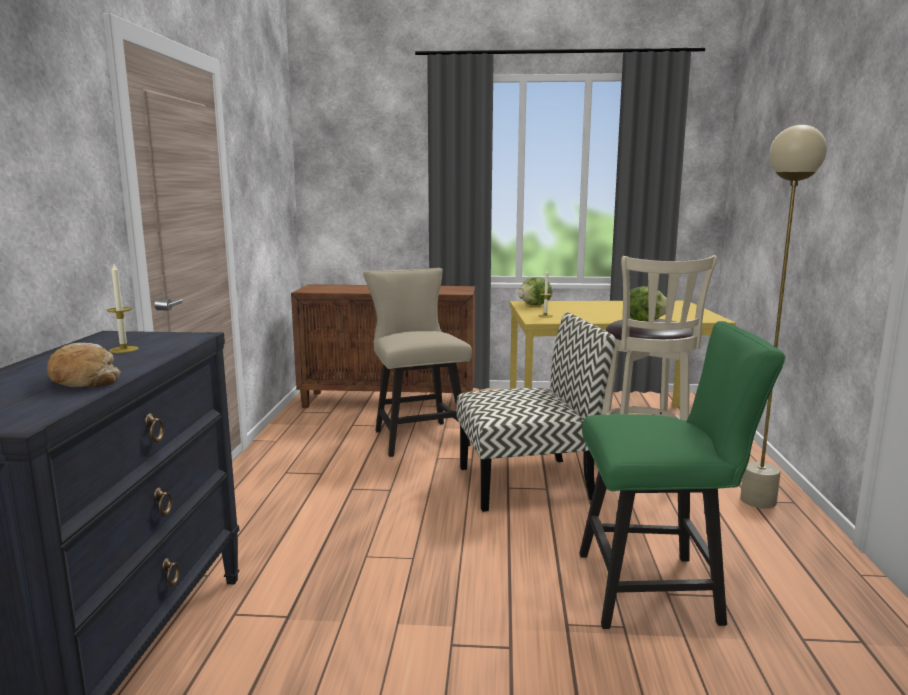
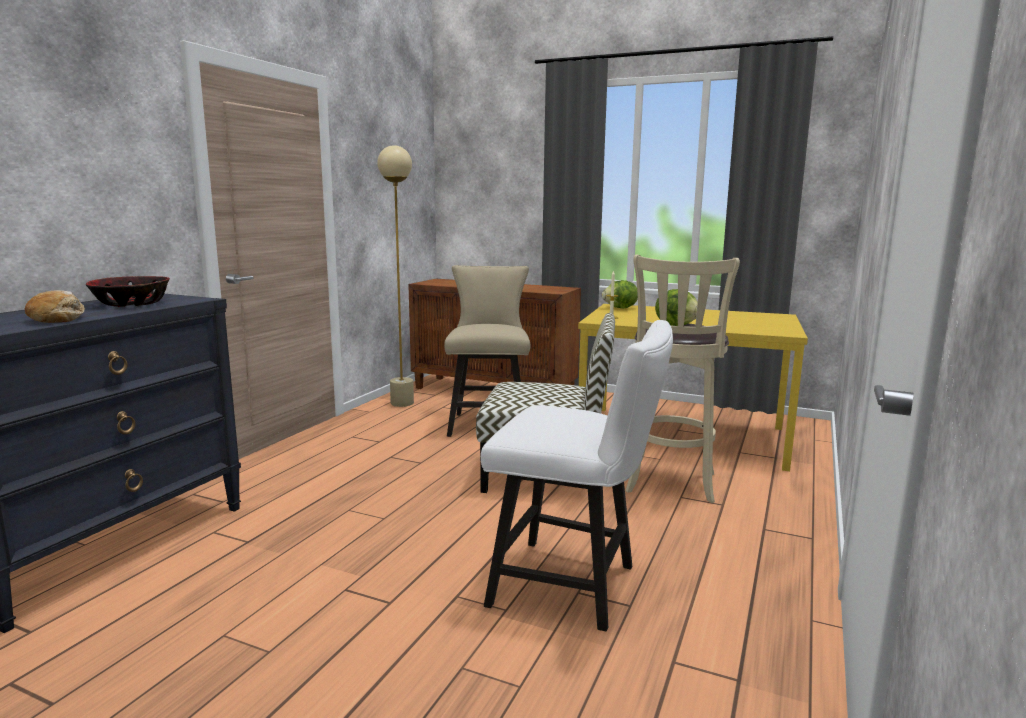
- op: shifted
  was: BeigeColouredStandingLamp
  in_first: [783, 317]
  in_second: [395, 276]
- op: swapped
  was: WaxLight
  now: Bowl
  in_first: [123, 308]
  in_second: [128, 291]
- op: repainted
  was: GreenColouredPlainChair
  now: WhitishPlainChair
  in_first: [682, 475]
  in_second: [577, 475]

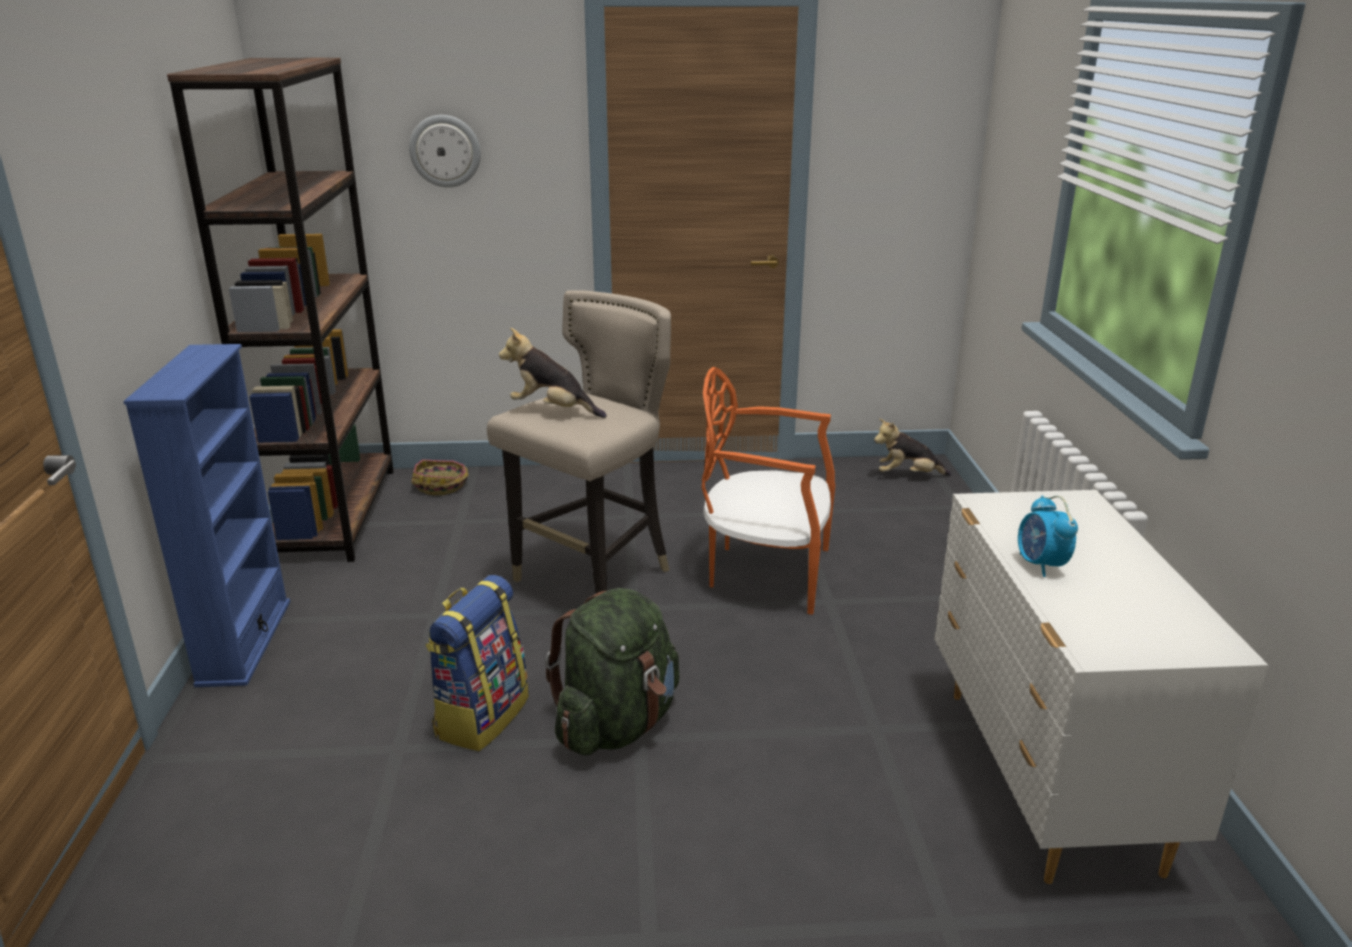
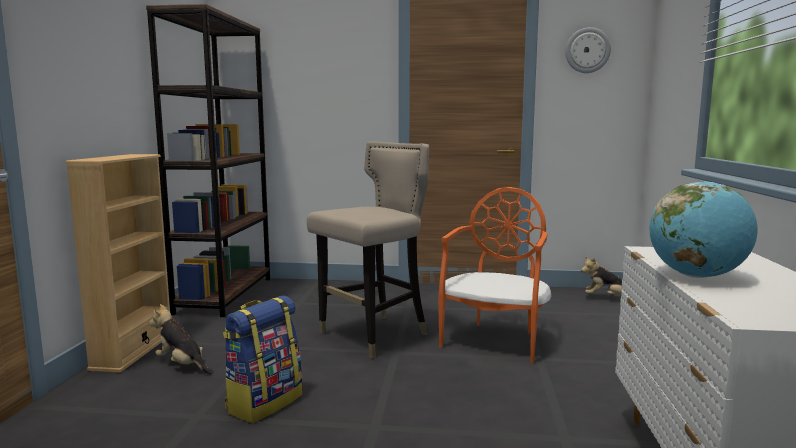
- op: gone
  was: Basket
  in_first: [440, 477]
- op: gone
  was: GreenColouredKnapsack
  in_first: [612, 671]
- op: shifted
  was: ClockOnTheWall
  in_first: [445, 151]
  in_second: [588, 50]
- op: shifted
  was: SoftToy
  in_first: [553, 373]
  in_second: [181, 339]
- op: swapped
  was: BedsideClock
  now: Globe
  in_first: [1048, 536]
  in_second: [704, 229]
- op: repainted
  was: BluishShelvingUnit
  now: BeigeColouredShelvingUnit
  in_first: [206, 515]
  in_second: [117, 263]
- op: rotated
  was: OrangePlainChair
  in_first: [768, 491]
  in_second: [494, 275]
  clockwise: 90

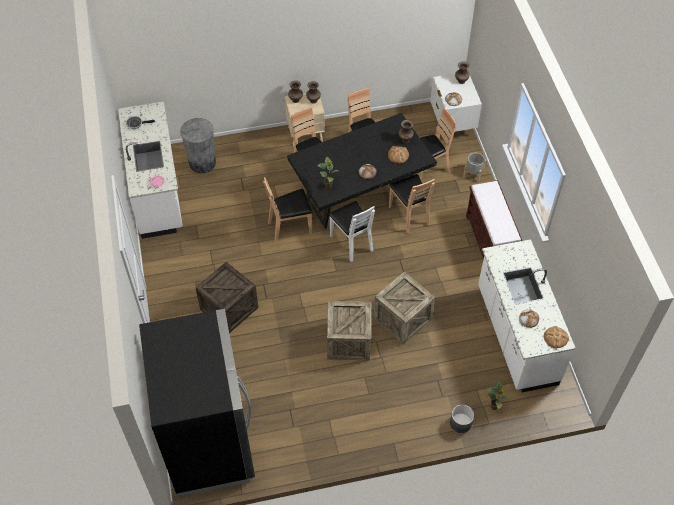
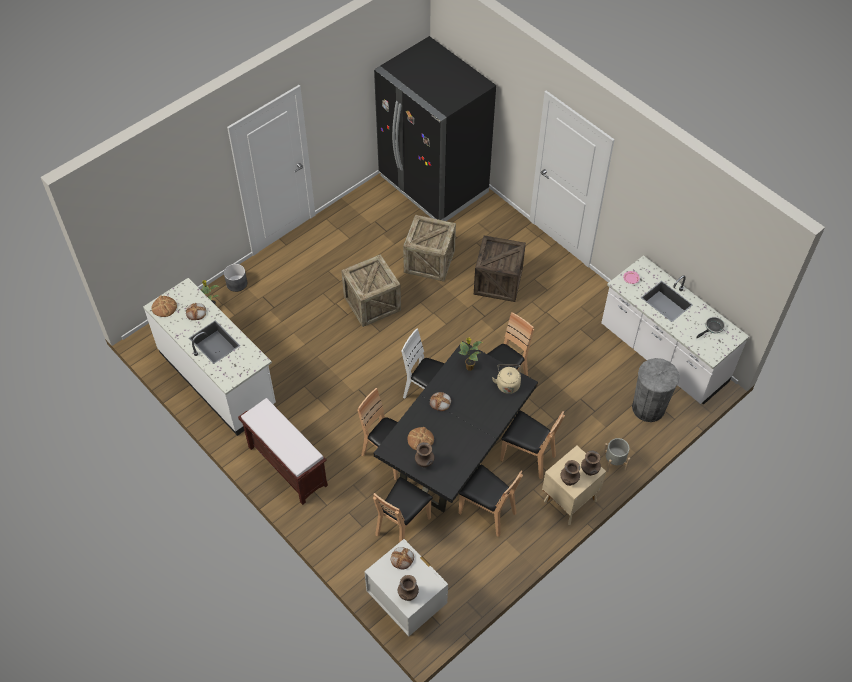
- op: new
  now: BeigeColouredWaterKettle
  in_second: [506, 379]
- op: shifted
  was: PackingCrate
  in_first: [404, 308]
  in_second: [429, 248]
- op: shifted
  was: GreyPlanter
  in_first: [474, 168]
  in_second: [616, 455]

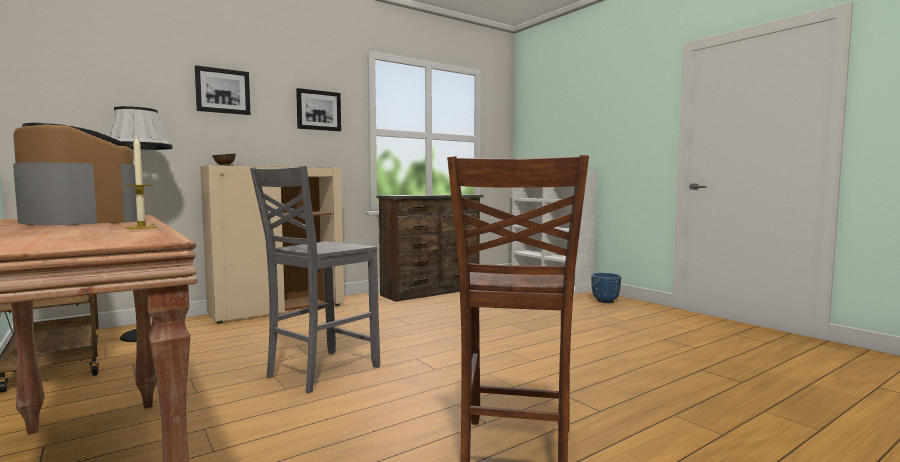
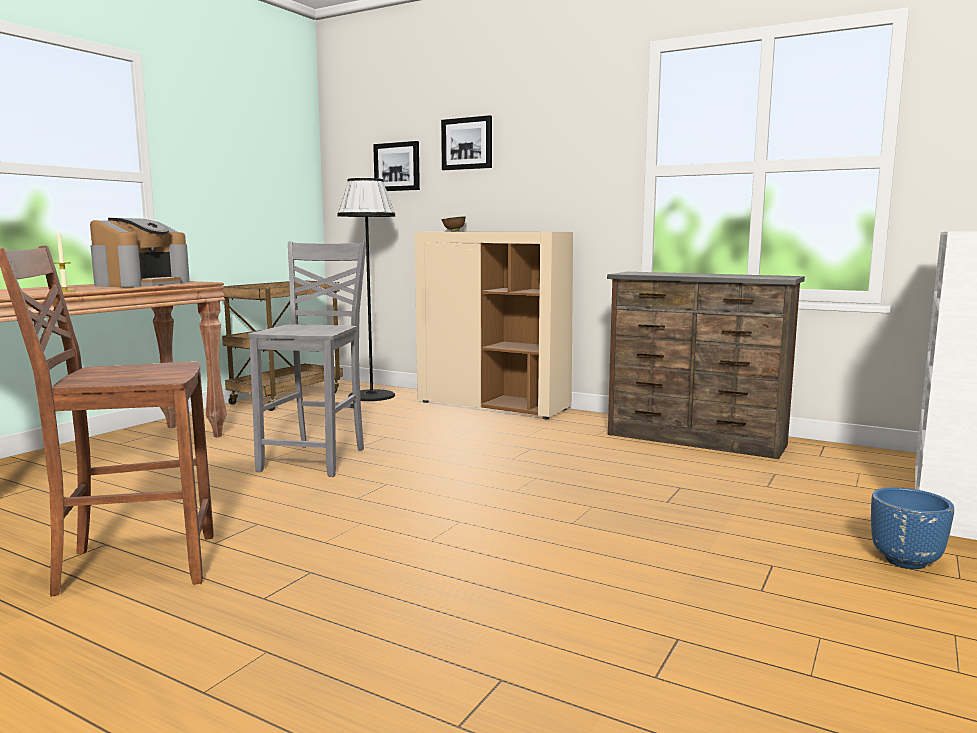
- op: shifted
  was: Picture
  in_first: [318, 109]
  in_second: [396, 166]
- op: rotated
  was: GreyPlainChair
  in_first: [315, 279]
  in_second: [307, 359]
  clockwise: 90

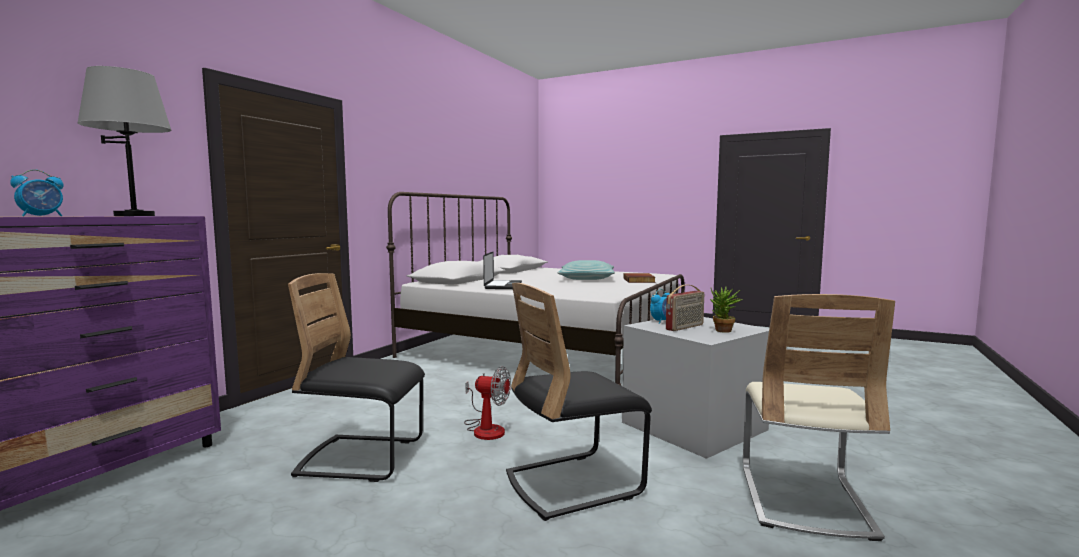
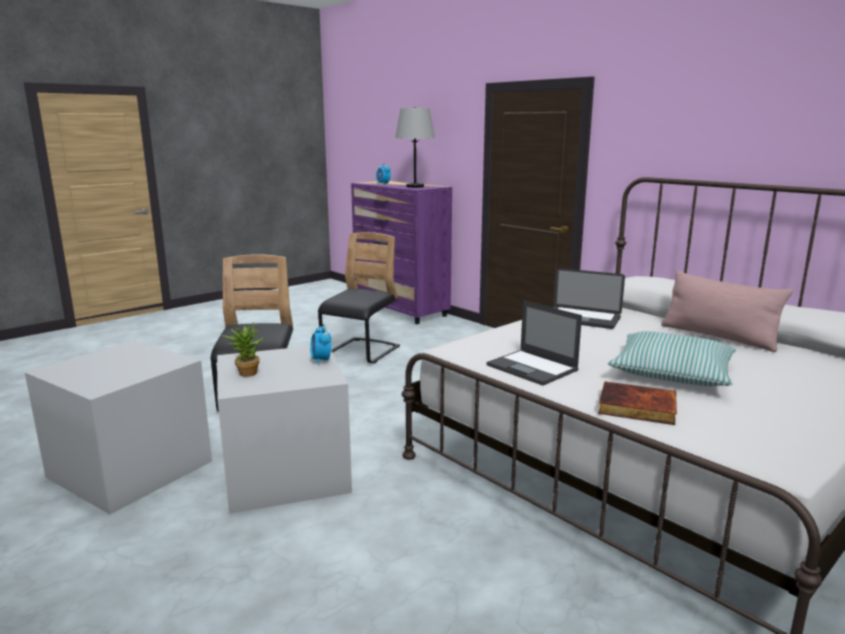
- op: gone
  was: ElectricFan
  in_first: [487, 403]
- op: gone
  was: RadioReceiver
  in_first: [685, 307]
- op: new
  now: Laptop
  in_second: [534, 343]
- op: new
  now: PinkCushion
  in_second: [727, 311]
- op: swapped
  was: BeigeColouredPlainChair
  now: GreyStorageBox
  in_first: [819, 417]
  in_second: [118, 427]

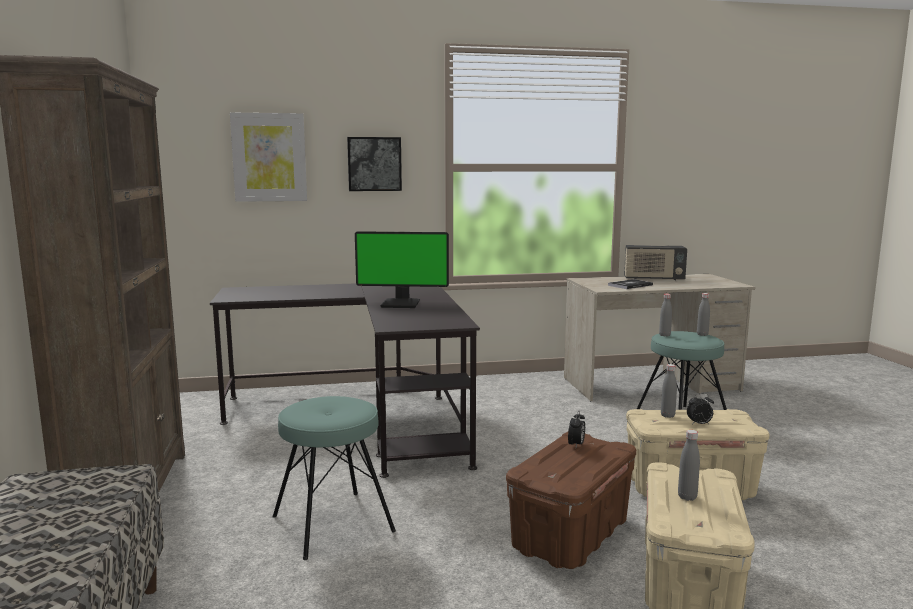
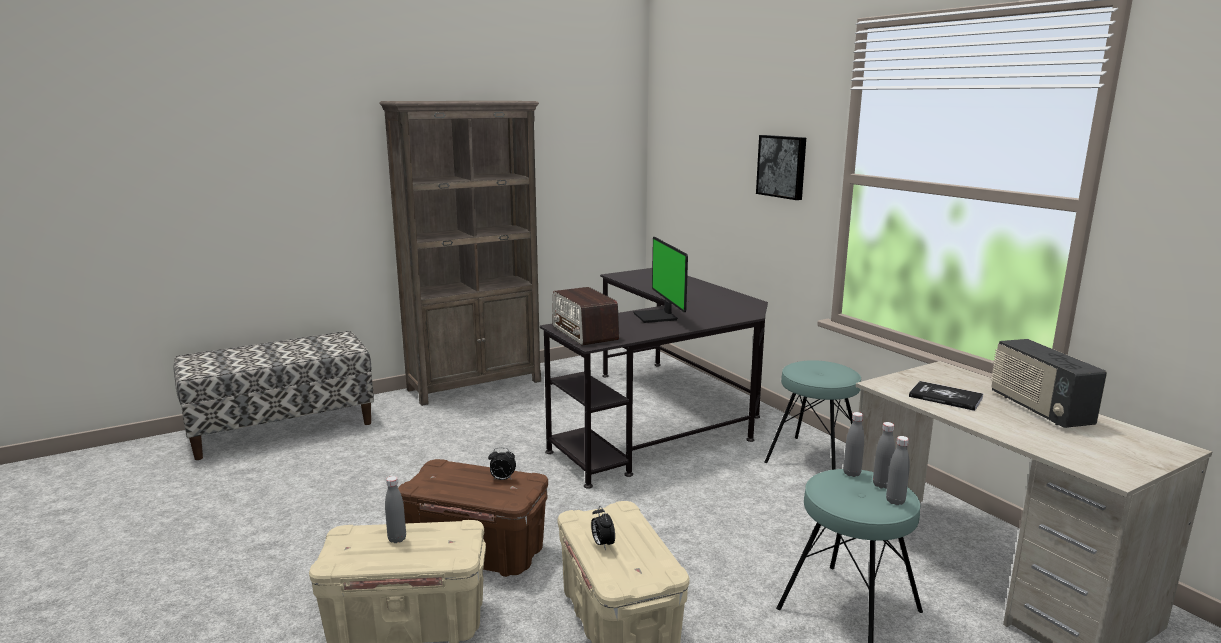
- op: gone
  was: Picture
  in_first: [268, 157]
- op: new
  now: RadioReceiver
  in_second: [585, 316]
- op: shifted
  was: TurquoiseSittingStool
  in_first: [334, 478]
  in_second: [812, 415]
- op: shifted
  was: GreyDrinkBottle
  in_first: [669, 391]
  in_second: [884, 455]

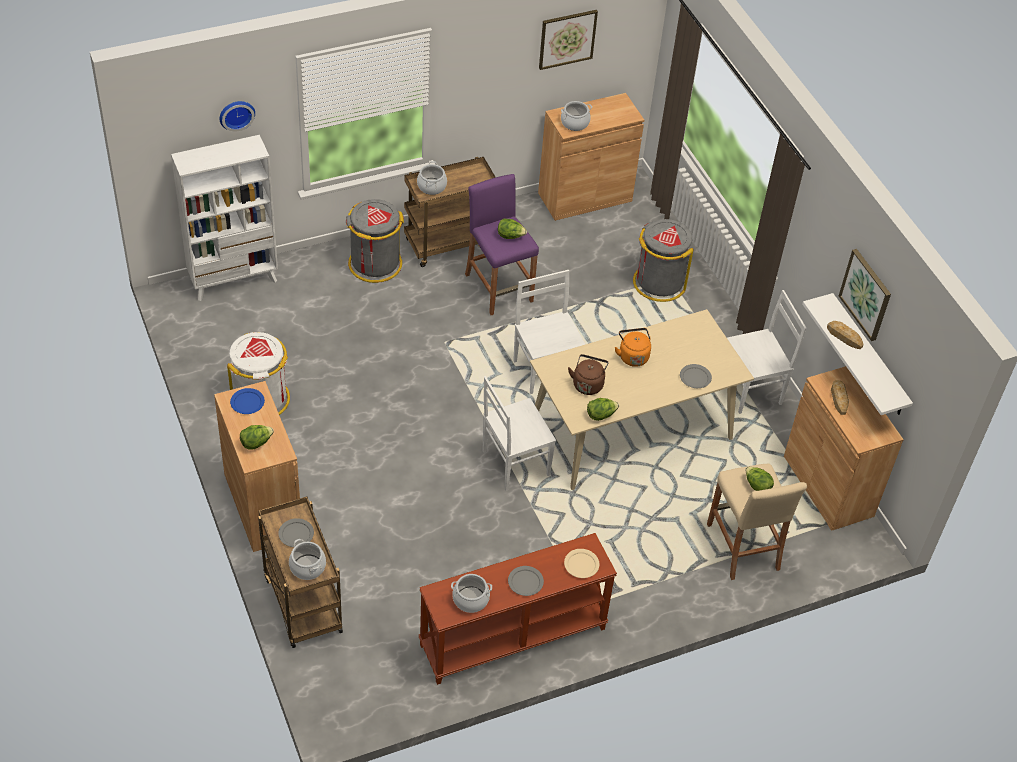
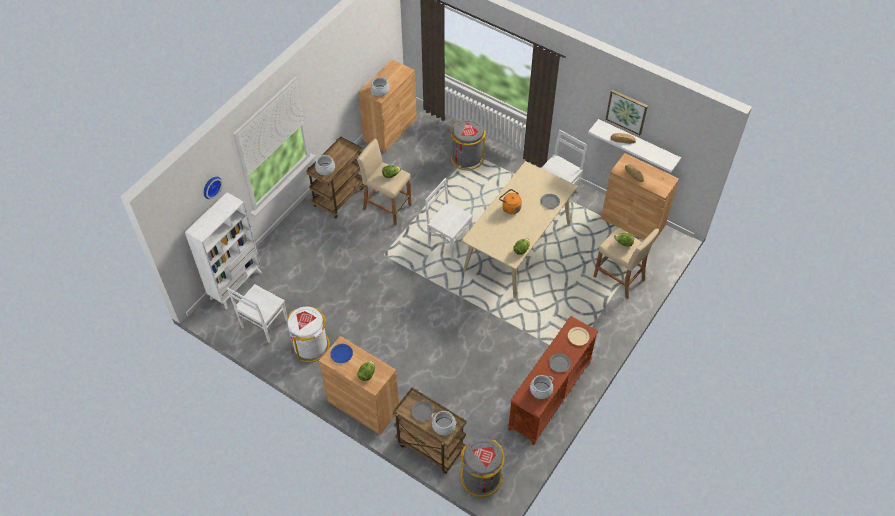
- op: gone
  was: Picture
  in_first: [568, 40]
- op: gone
  was: BrownWaterKettle
  in_first: [588, 374]
- op: shifted
  was: GreyWasteBin
  in_first: [375, 241]
  in_second: [482, 467]
- op: shifted
  was: WhitishPlainChair
  in_first: [519, 433]
  in_second: [257, 313]
- op: repainted
  was: PurpleSittingStool
  now: BeigeColouredSittingStool
  in_first: [502, 244]
  in_second: [384, 182]

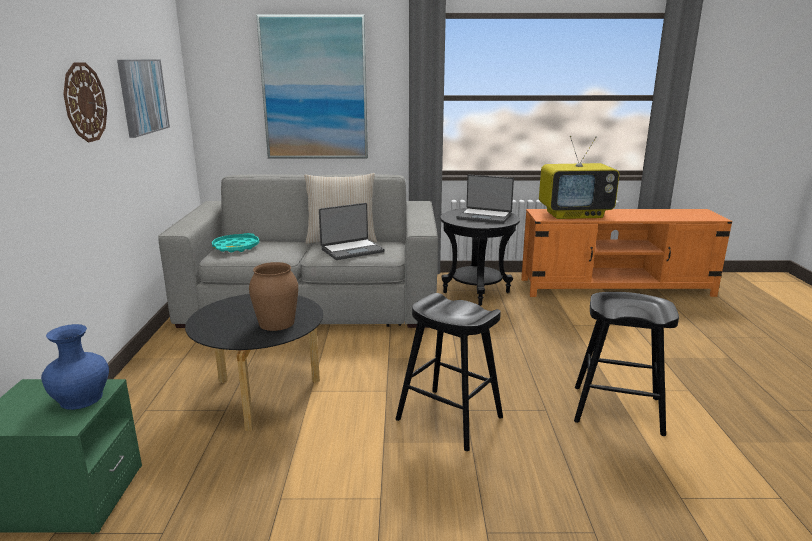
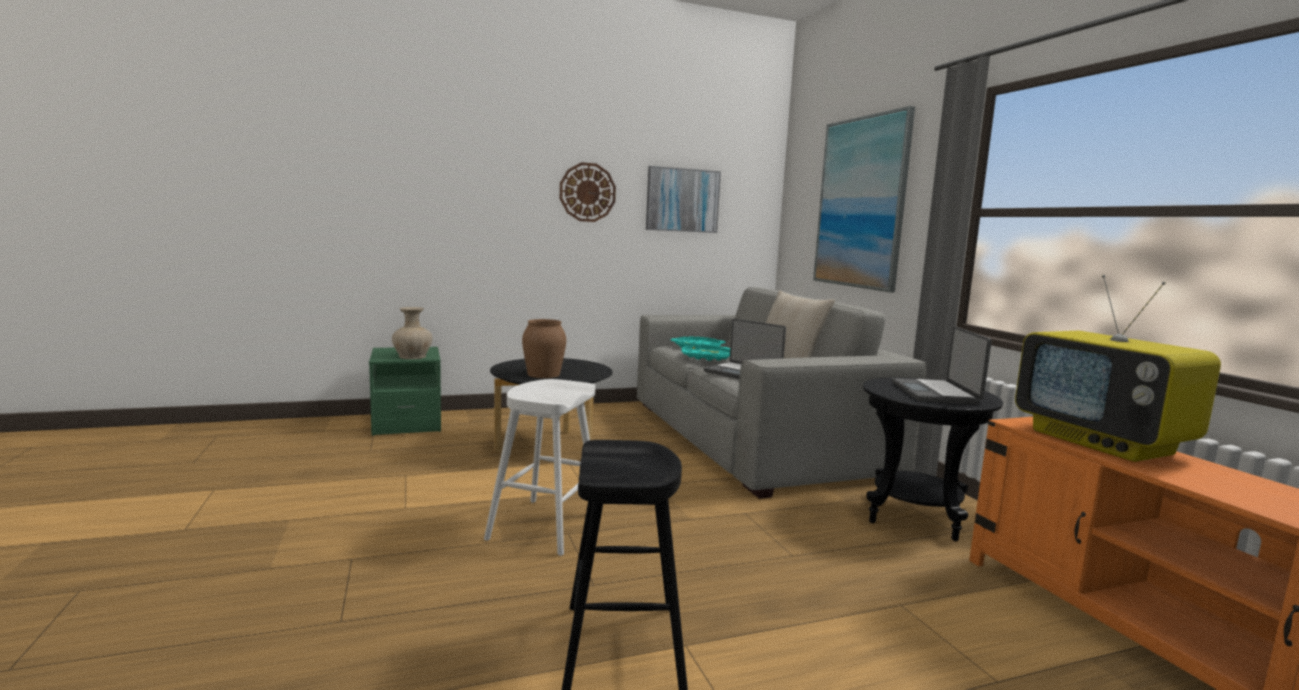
- op: new
  now: TurquoiseTray
  in_second: [706, 353]
- op: repainted
  was: BluishDecorativeVase
  now: BeigeColouredDecorativeVase
  in_first: [75, 367]
  in_second: [412, 333]
- op: repainted
  was: BlackColouredSittingStool
  now: WhitishSittingStool
  in_first: [449, 372]
  in_second: [539, 467]

